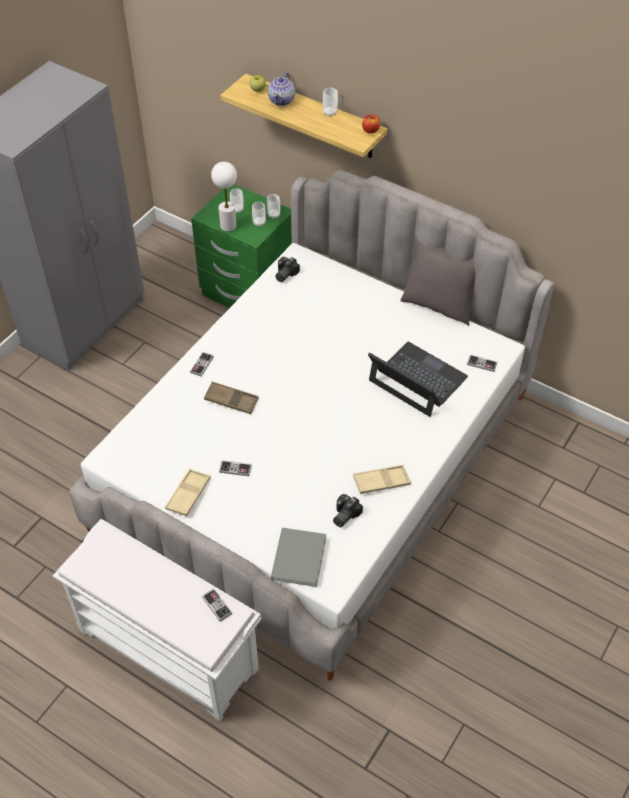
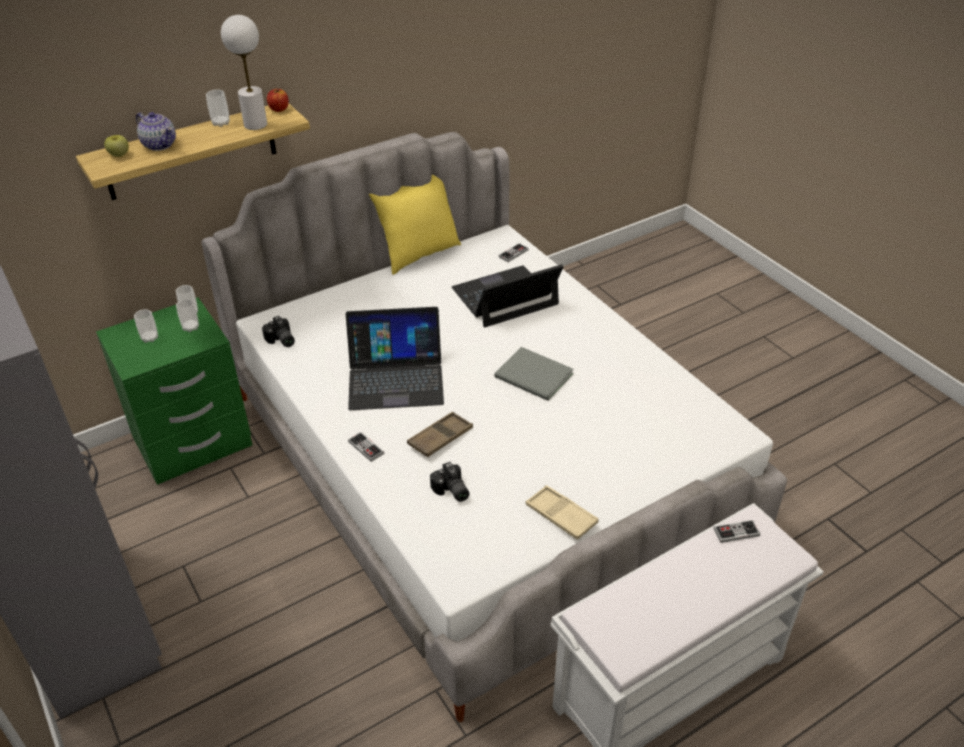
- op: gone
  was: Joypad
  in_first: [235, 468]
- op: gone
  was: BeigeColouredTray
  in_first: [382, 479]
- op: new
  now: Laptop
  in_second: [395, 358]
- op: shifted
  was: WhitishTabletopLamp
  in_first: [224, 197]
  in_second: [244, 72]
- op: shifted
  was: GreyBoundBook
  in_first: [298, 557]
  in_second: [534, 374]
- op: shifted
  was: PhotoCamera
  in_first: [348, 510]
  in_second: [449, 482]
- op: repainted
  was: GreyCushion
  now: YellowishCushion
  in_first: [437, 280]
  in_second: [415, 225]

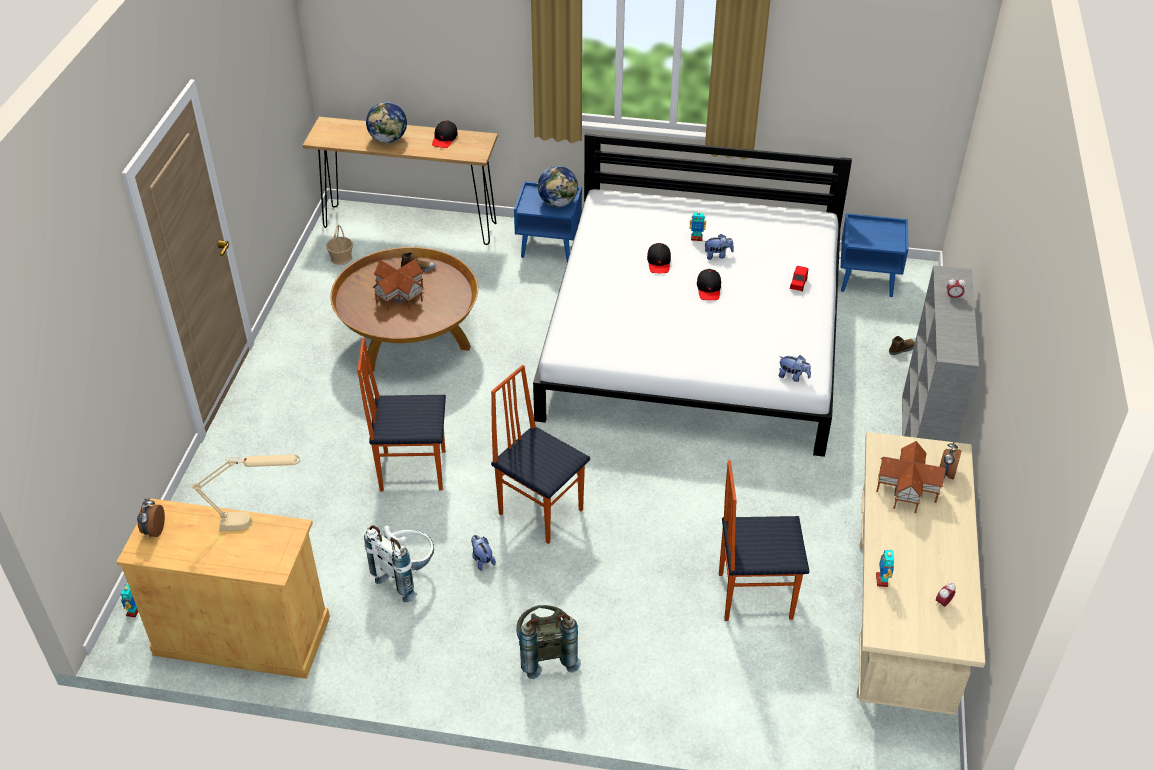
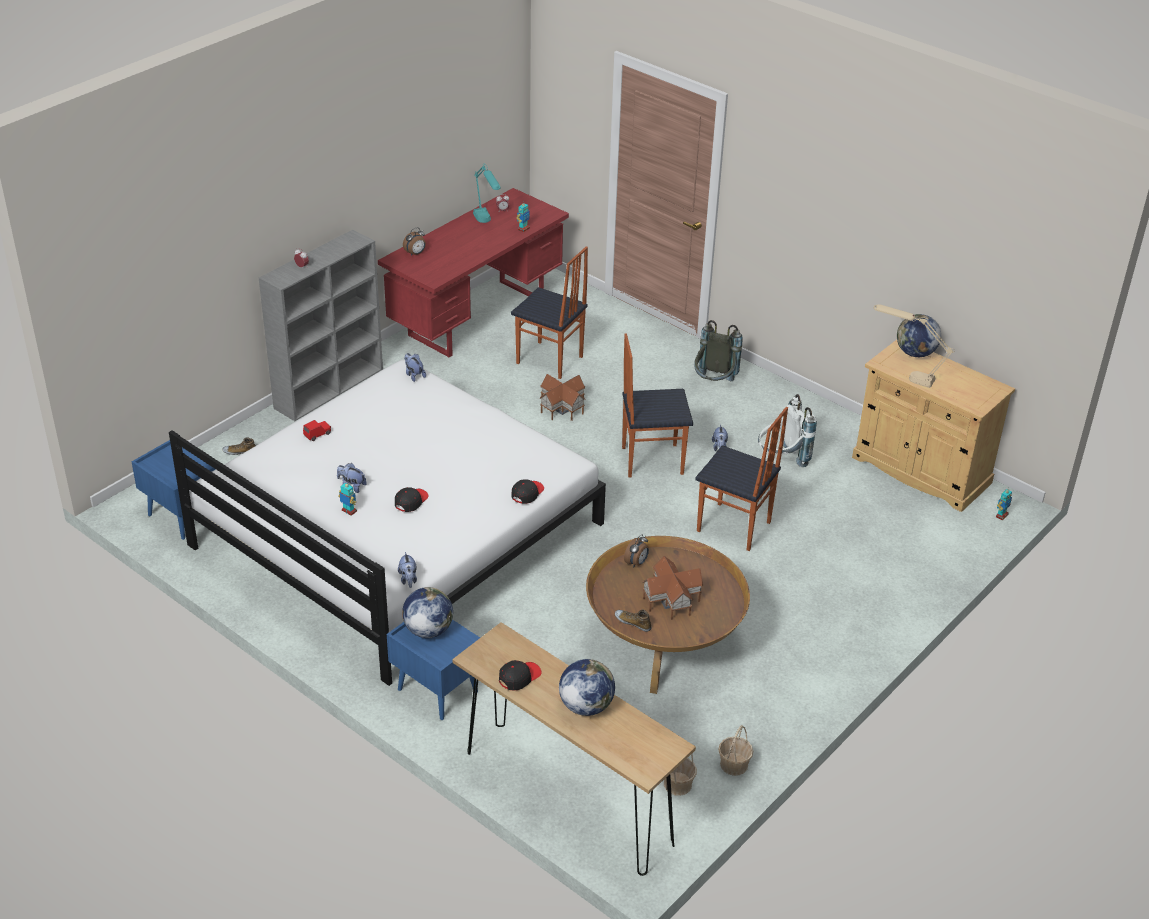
- op: new
  now: SoftToy
  in_second: [407, 570]
- op: new
  now: TurquoiseTabletopLamp
  in_second: [487, 193]
- op: new
  now: Basket
  in_second: [735, 750]
- op: new
  now: Globe
  in_second: [919, 335]
- op: shifted
  was: BedsideClock
  in_first: [151, 518]
  in_second: [636, 551]
- op: shifted
  was: BlackColouredBaseballCap
  in_first: [709, 284]
  in_second: [527, 491]
- op: shifted
  was: MiniatureHouse
  in_first: [911, 477]
  in_second: [563, 397]
- op: repainted
  was: BeigeColouredDesk
  now: RedColouredDesk
  in_first: [921, 573]
  in_second: [473, 273]
- op: rotated
  was: PlainChair
  in_first: [540, 454]
  in_second: [657, 405]
  clockwise: 105

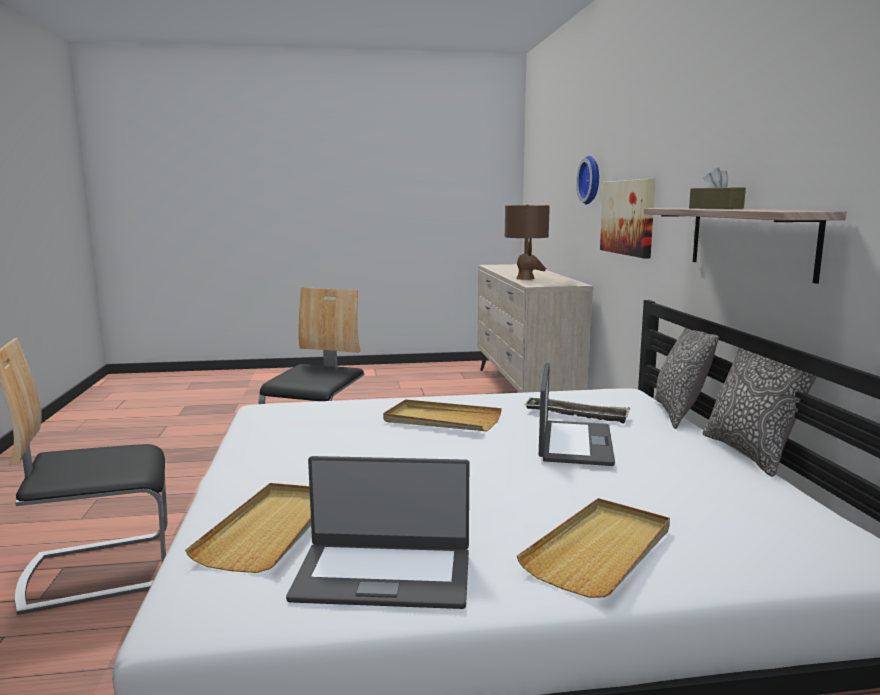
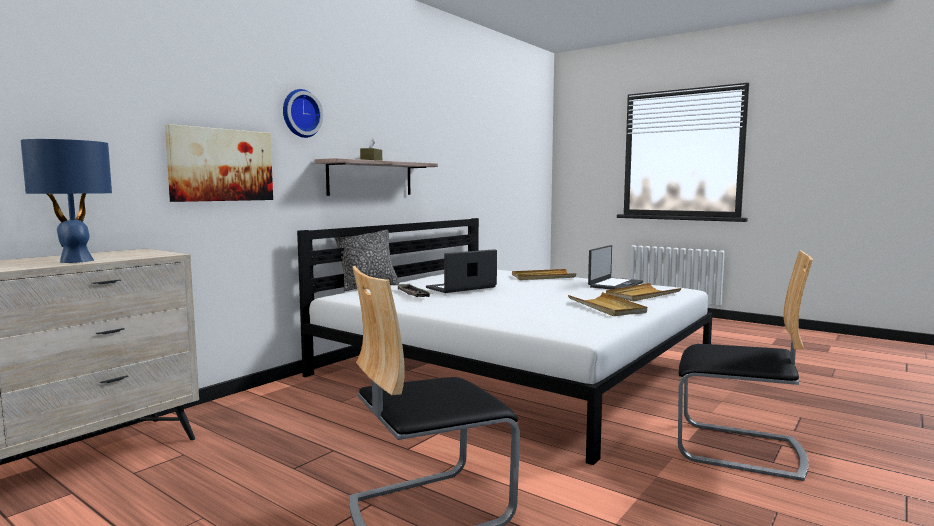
- op: gone
  was: Cushion
  in_first: [760, 412]
- op: shifted
  was: BeigeColouredTray
  in_first: [442, 415]
  in_second: [607, 304]
- op: shifted
  was: ClockOnTheWall
  in_first: [587, 180]
  in_second: [303, 113]
- op: repainted
  was: BrownTabletopLamp
  now: BluishTabletopLamp
  in_first: [527, 242]
  in_second: [66, 201]
- op: rotated
  was: Laptop
  in_first: [377, 532]
  in_second: [615, 267]
  clockwise: 75

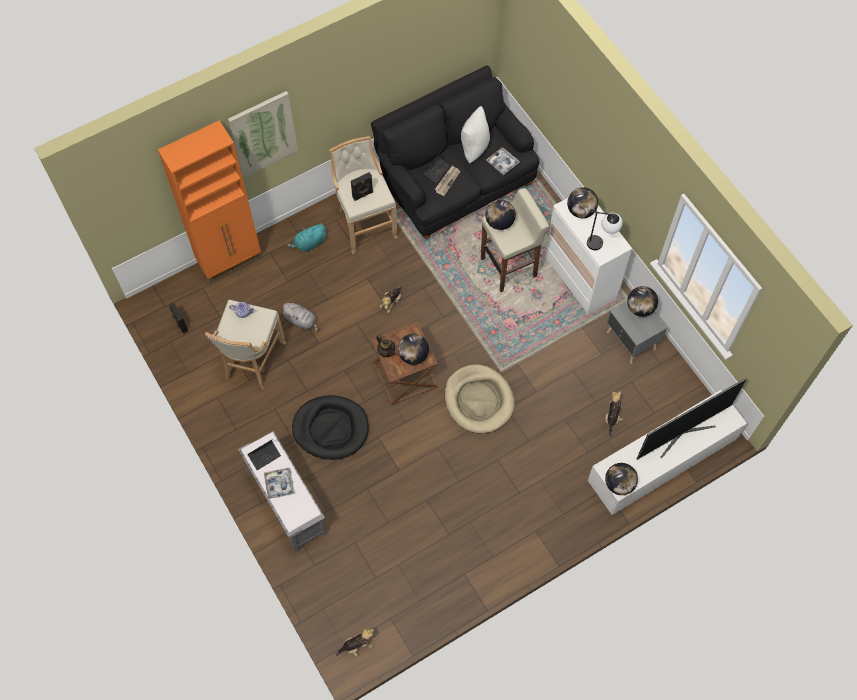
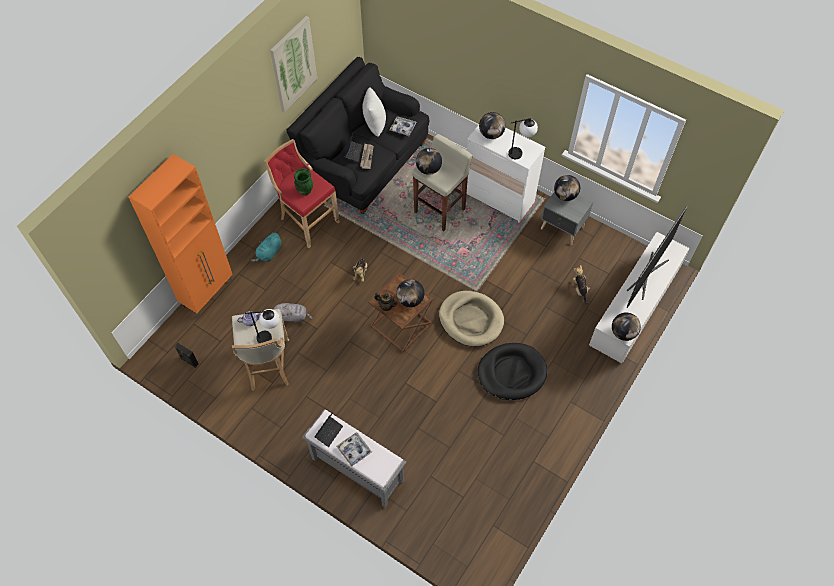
- op: gone
  was: SoftToy
  in_first: [355, 642]
- op: new
  now: TabletopLamp
  in_second: [262, 326]
- op: shifted
  was: Picture
  in_first: [263, 134]
  in_second: [293, 64]
- op: shifted
  was: BlackColouredPetBed
  in_first: [330, 427]
  in_second: [512, 371]
- op: swapped
  was: BlackColouredLoudspeaker
  now: GreenColouredDecorativeVase
  in_first: [362, 186]
  in_second: [303, 181]
- op: repainted
  was: BeigeColouredSittingStool
  now: RedColouredSittingStool
  in_first: [363, 195]
  in_second: [302, 193]

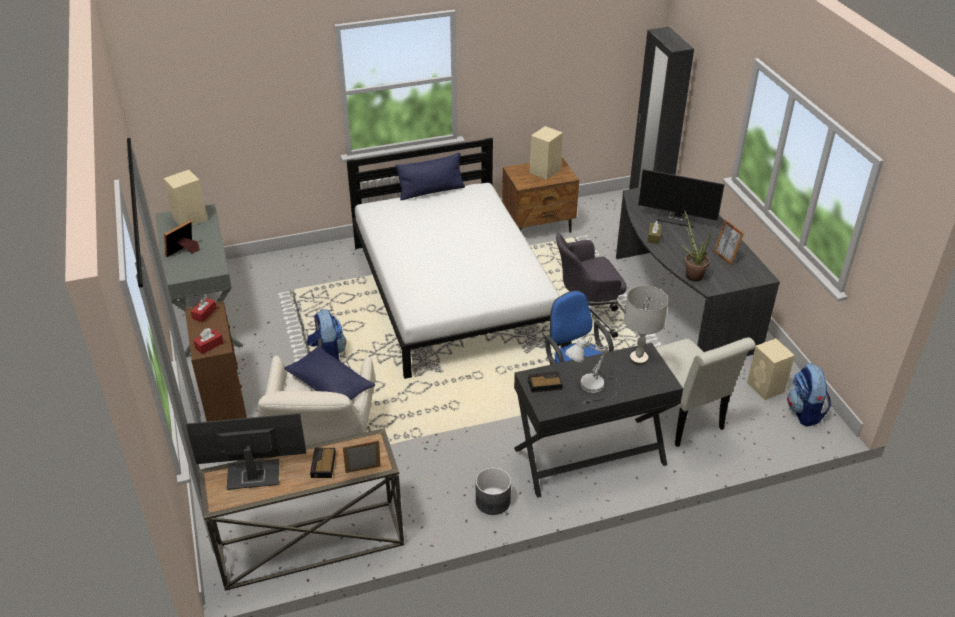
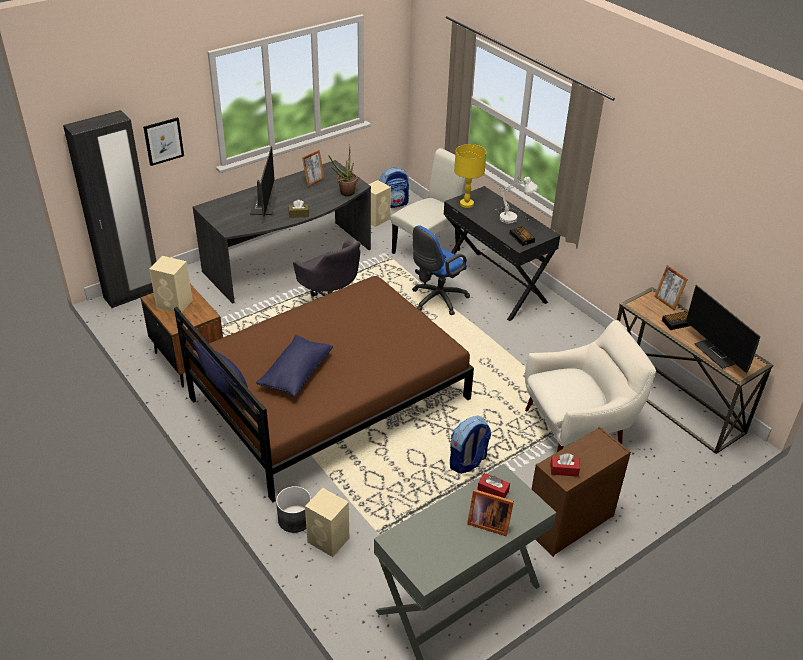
- op: new
  now: Picture
  in_second: [163, 141]
- op: shifted
  was: BeigeColouredLoudspeaker
  in_first: [186, 198]
  in_second: [327, 522]
- op: shifted
  was: RedColouredBoxOfTissues
  in_first: [208, 341]
  in_second: [493, 485]
- op: shifted
  was: BluishCushion
  in_first: [329, 373]
  in_second: [294, 366]
- op: shifted
  was: GreyPlanter
  in_first: [493, 491]
  in_second: [293, 509]
- op: repainted
  was: WhitishBed
  now: BrownBed
  in_first: [454, 258]
  in_second: [324, 389]
- op: repainted
  was: GreyTabletopLamp
  now: YellowishTabletopLamp
  in_first: [646, 325]
  in_second: [470, 176]

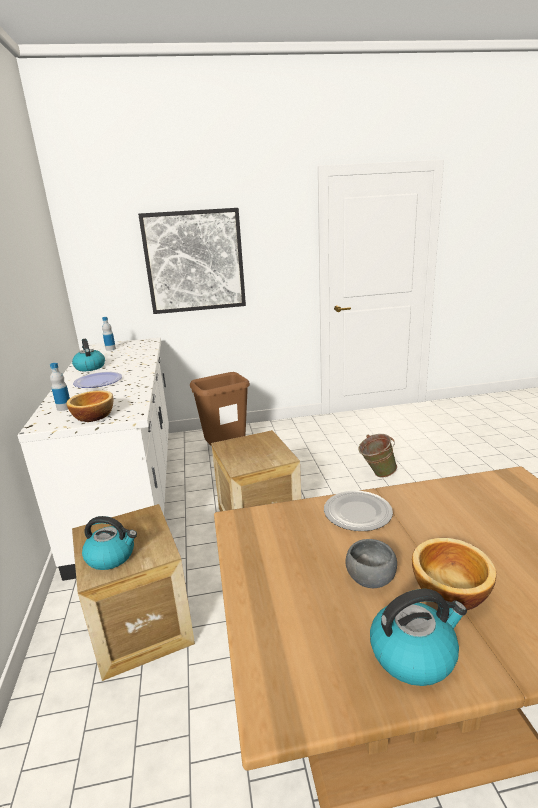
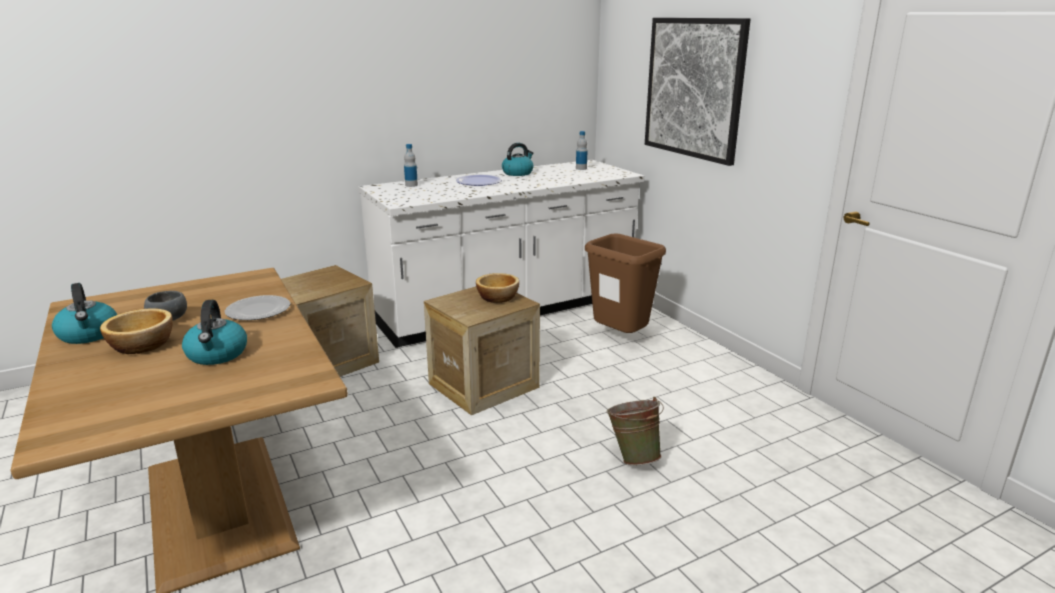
- op: shifted
  was: Bowl
  in_first: [89, 406]
  in_second: [497, 288]
- op: shifted
  was: WaterKettle
  in_first: [109, 543]
  in_second: [214, 332]

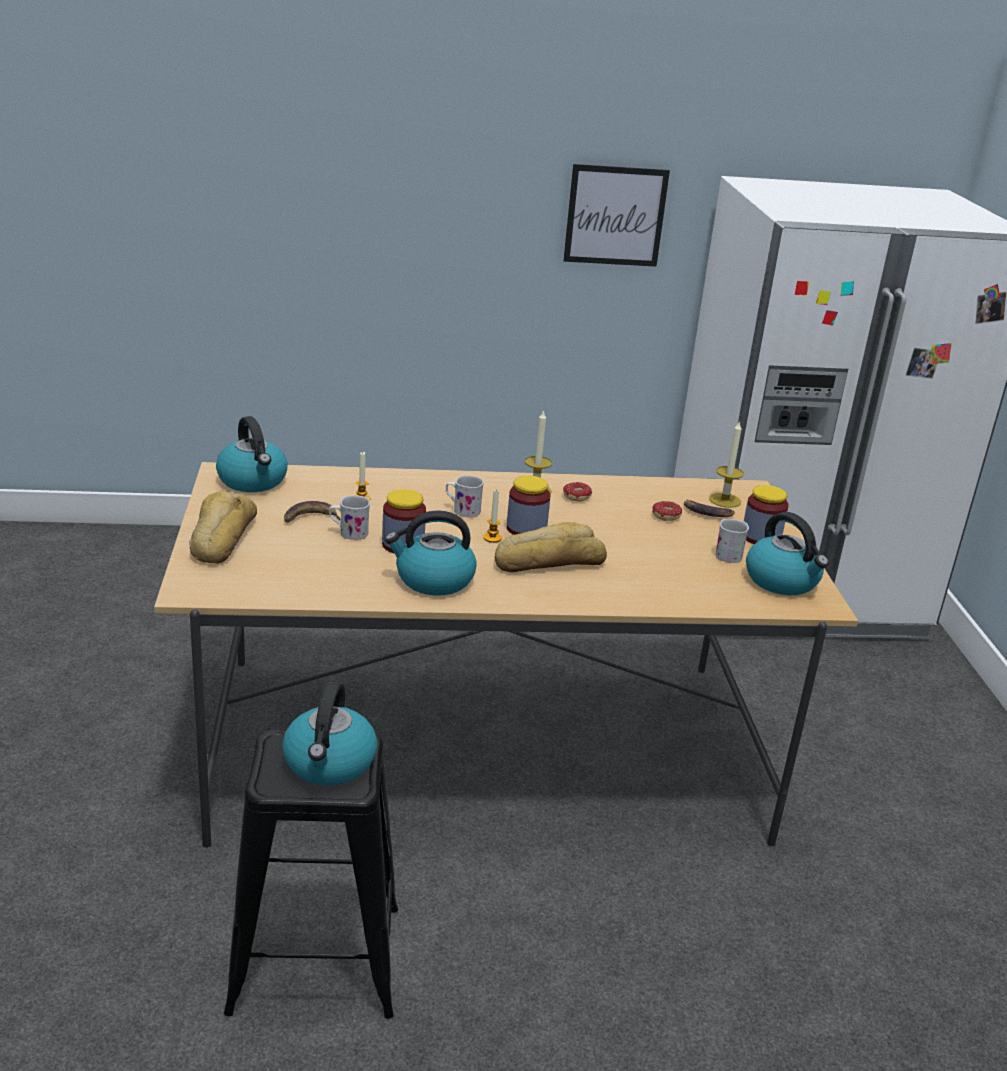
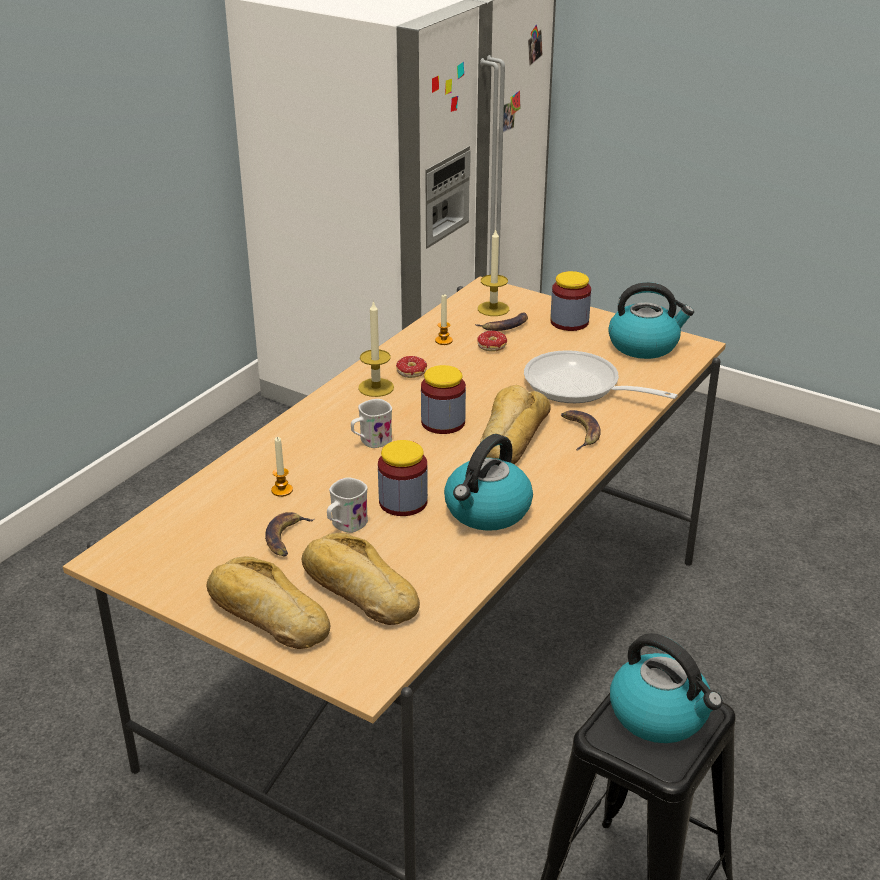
- op: gone
  was: WaterKettle
  in_first: [252, 454]
- op: gone
  was: Picture
  in_first: [616, 215]
- op: gone
  was: WhitishTeaMug
  in_first: [732, 541]
- op: new
  now: Bread
  in_second: [360, 579]
- op: new
  now: Skillet
  in_second: [601, 376]
- op: new
  now: WholeBanana
  in_second: [581, 430]
- op: shifted
  was: WaxLight
  in_first: [492, 516]
  in_second: [444, 320]

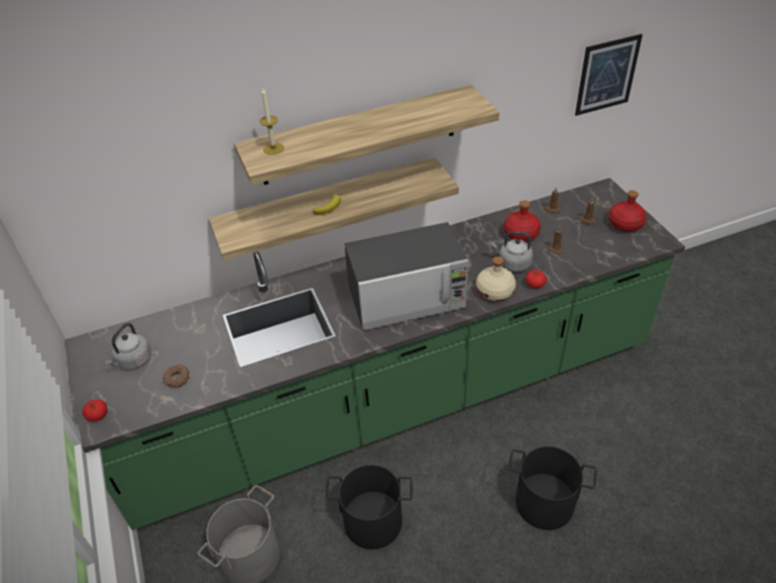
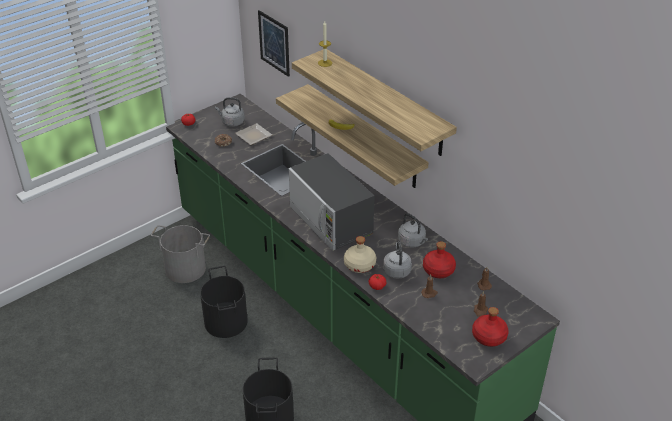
- op: new
  now: DinnerPlate
  in_second: [253, 134]
- op: new
  now: GreyWaterKettle
  in_second: [413, 230]
- op: shifted
  was: Picture
  in_first: [608, 75]
  in_second: [274, 43]

